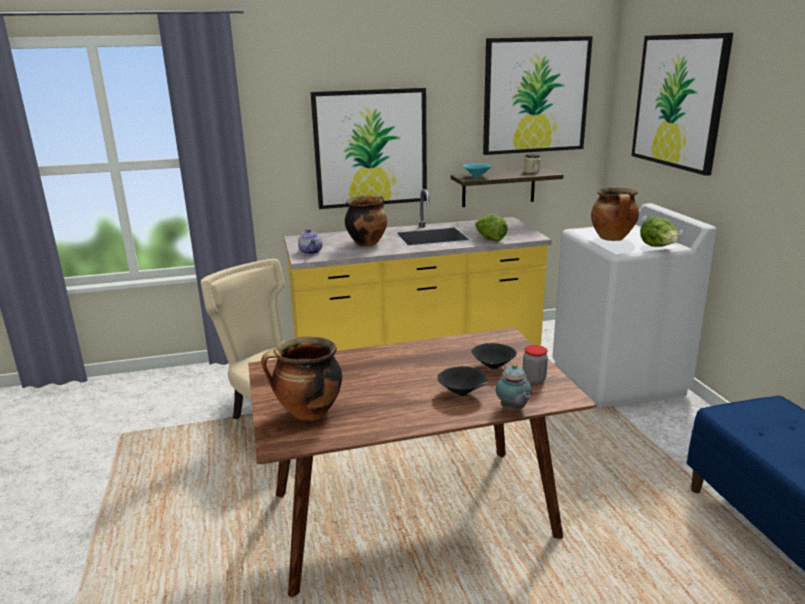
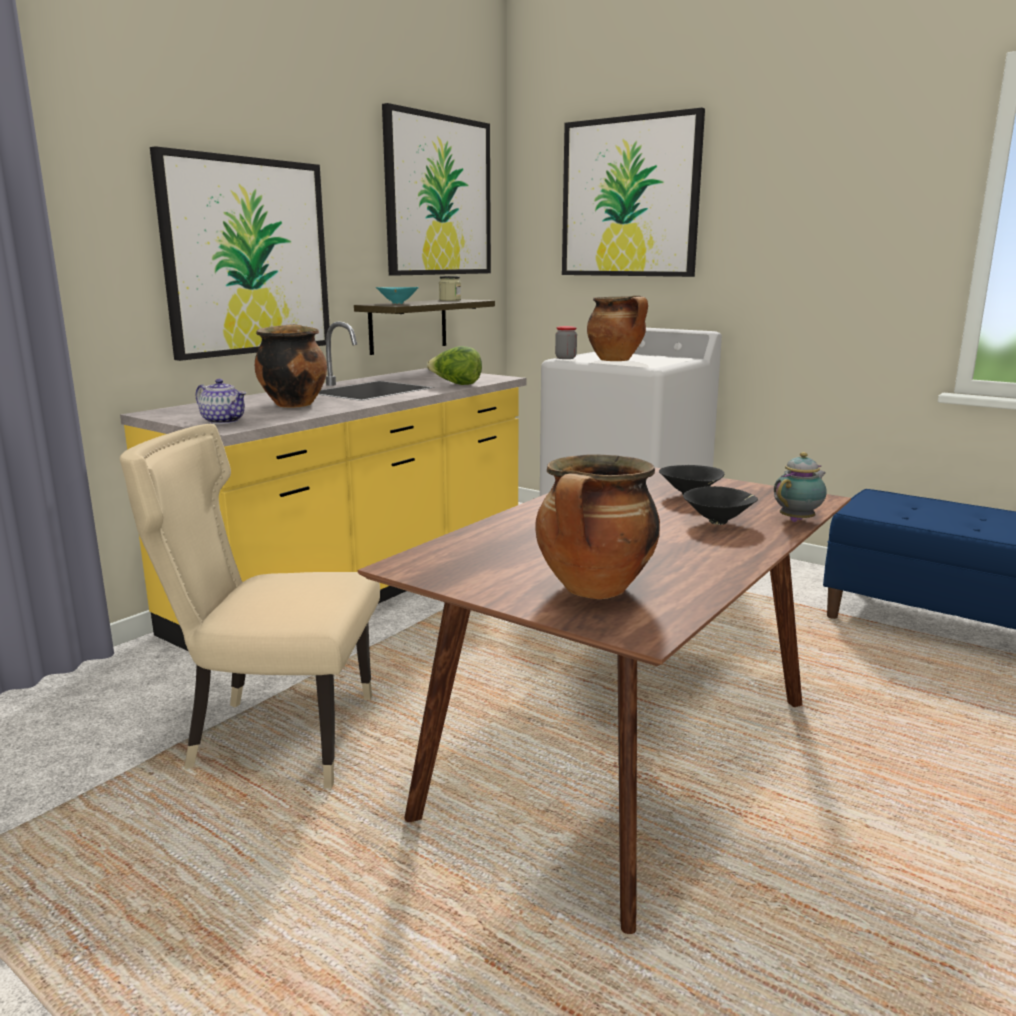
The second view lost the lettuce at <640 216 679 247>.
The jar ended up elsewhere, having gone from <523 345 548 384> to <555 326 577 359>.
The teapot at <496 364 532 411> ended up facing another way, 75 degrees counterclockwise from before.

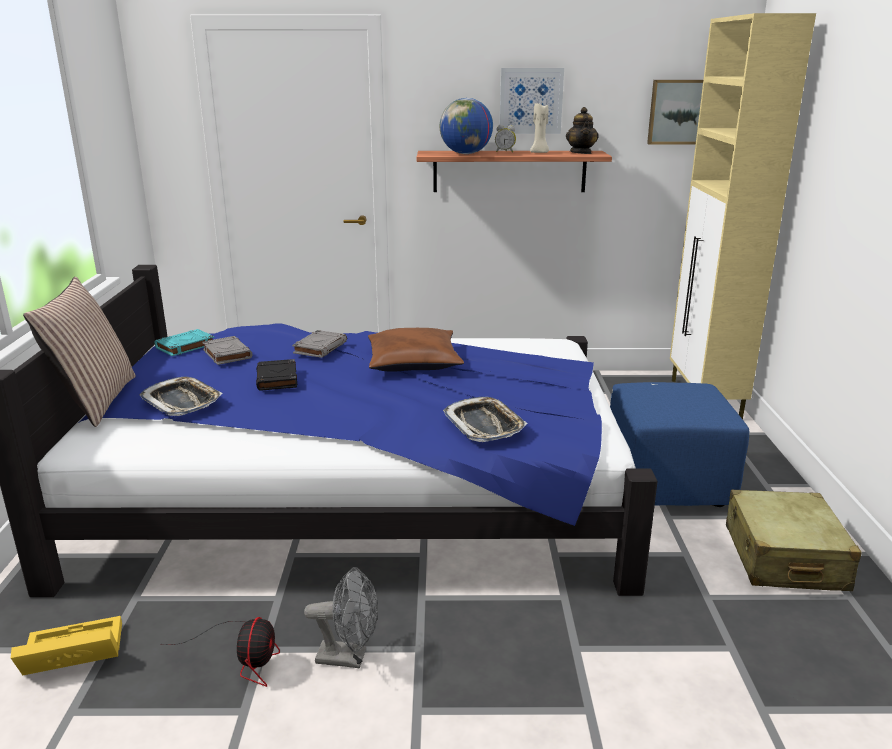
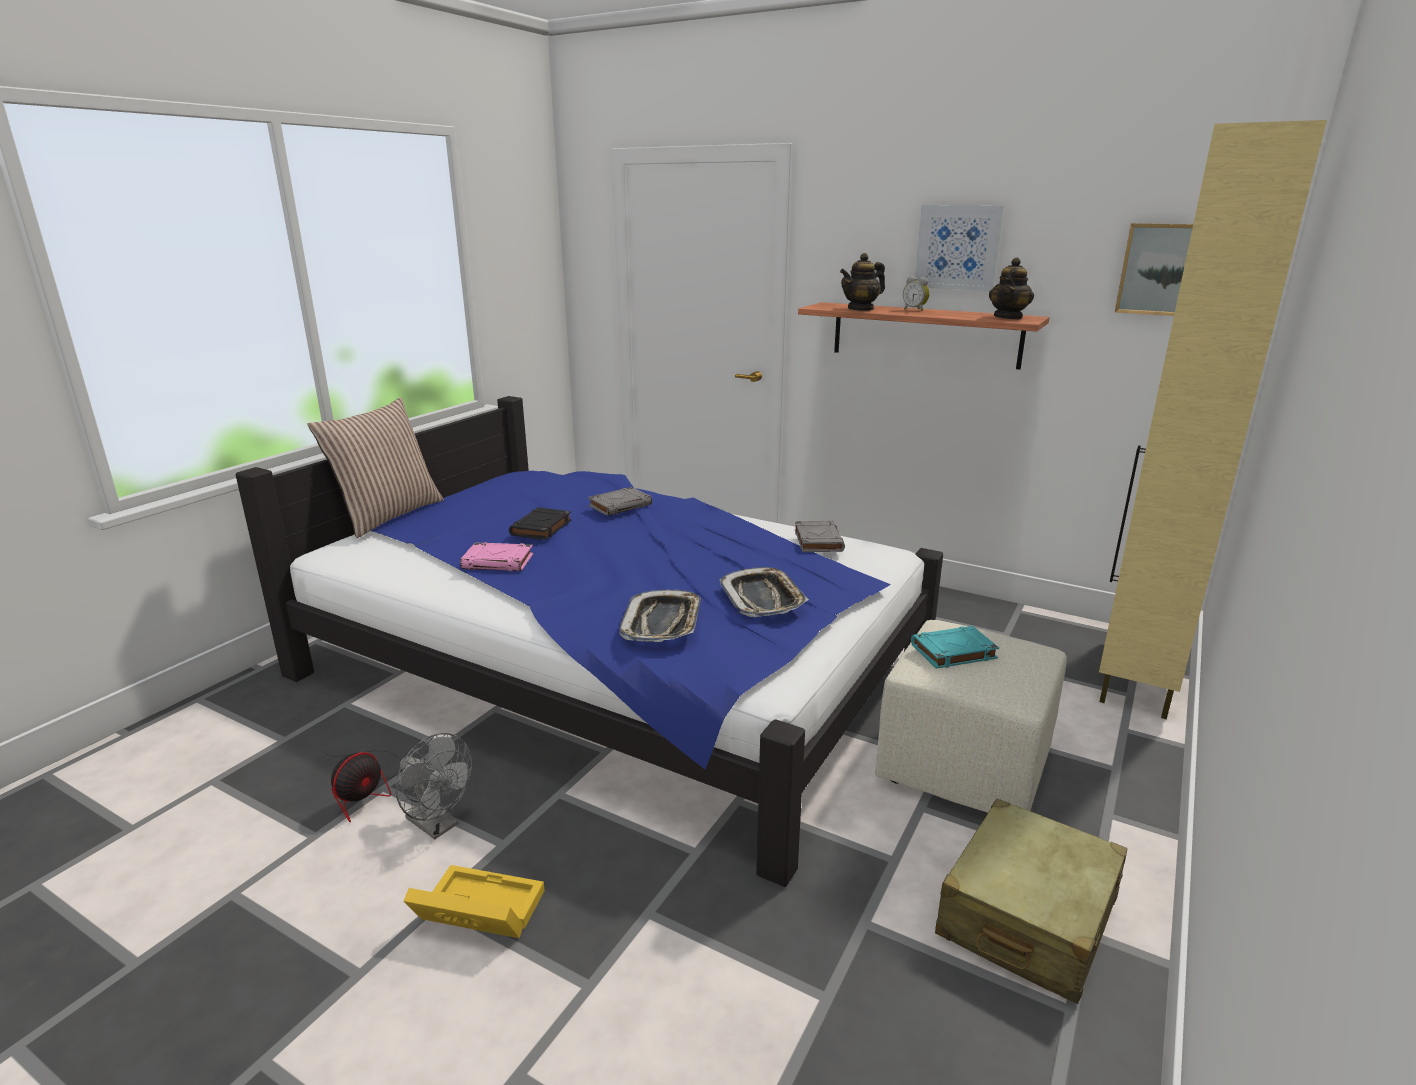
Where the globe stood at <440 98 493 154>, the teapot came to stand at <840 253 885 311>.
The second view lost the beige_candle at <530 103 549 153>.
The second view lost the brown_pillow at <368 328 464 372>.
The turquoise_book ended up elsewhere, having gone from <155 329 214 356> to <911 626 999 669>.
The grey_book ended up elsewhere, having gone from <202 336 252 365> to <795 521 845 552>.
The tray ended up elsewhere, having gone from <140 377 222 416> to <720 567 809 617>.
What was the blue_ottoman at <610 382 749 507> turned into the beige_ottoman at <875 620 1067 813>.
The yellow_storage_box ended up elsewhere, having gone from <11 616 122 675> to <404 865 545 938>.
The second view gained the pink_book at <460 542 533 571>.

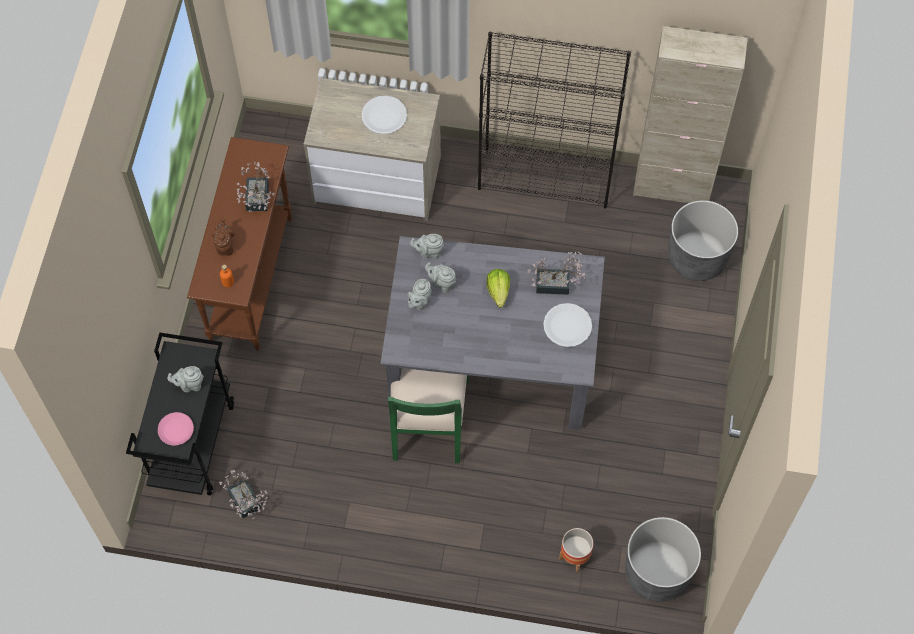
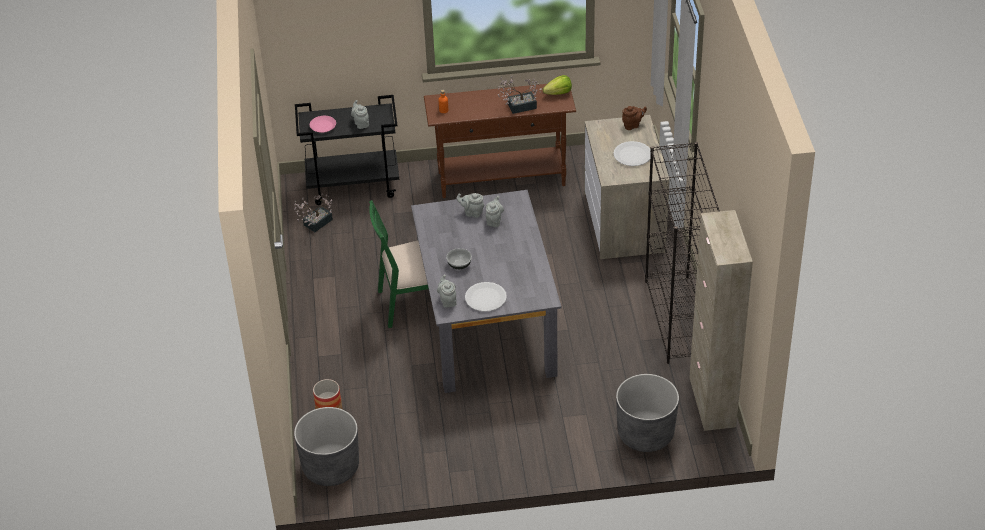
The brown_teapot ended up elsewhere, having gone from <212 219 234 256> to <622 106 647 130>.
The grey_teapot ended up elsewhere, having gone from <410 234 444 259> to <437 275 457 308>.
The second view lost the potted_plant at <528 251 585 295>.
The lettuce ended up elsewhere, having gone from <486 269 510 308> to <543 75 572 95>.
The second view gained the bowl at <446 248 472 269>.

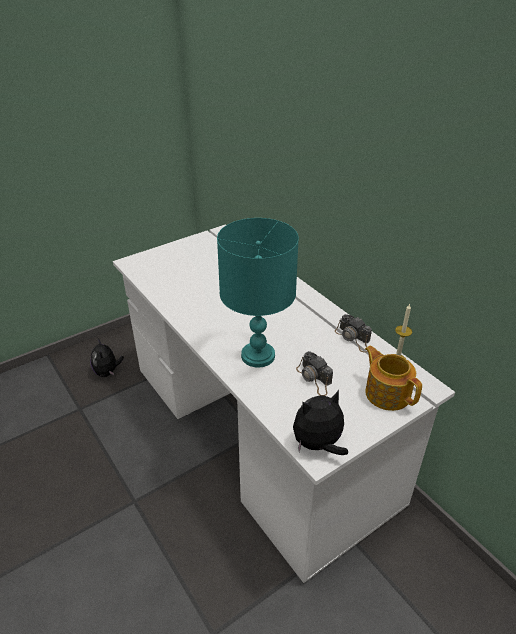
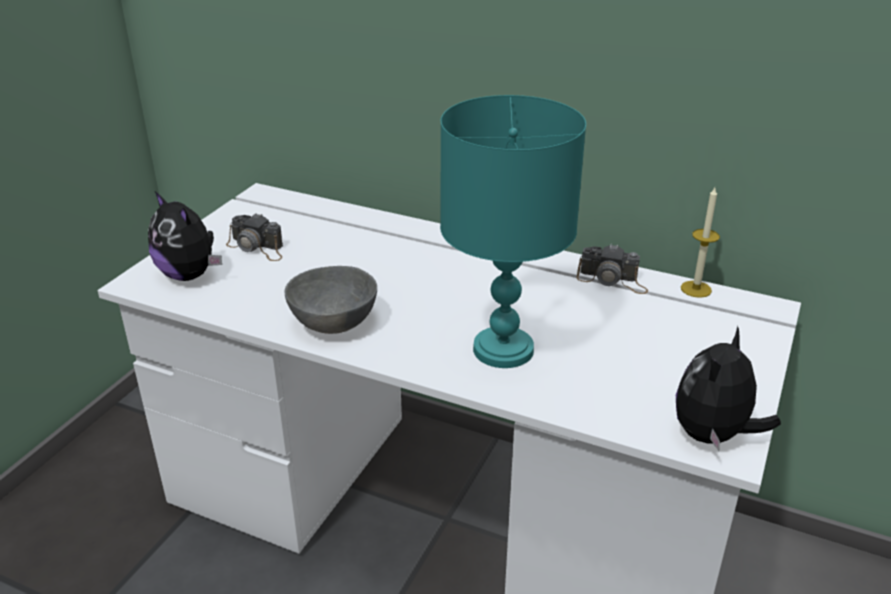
The plush_toy ended up elsewhere, having gone from <90 339 124 377> to <148 191 222 281>.
The second view lost the teapot at <365 346 422 411>.
The photo_camera ended up elsewhere, having gone from <296 351 333 396> to <226 213 283 261>.
The second view gained the grey_bowl at <285 266 377 334>.

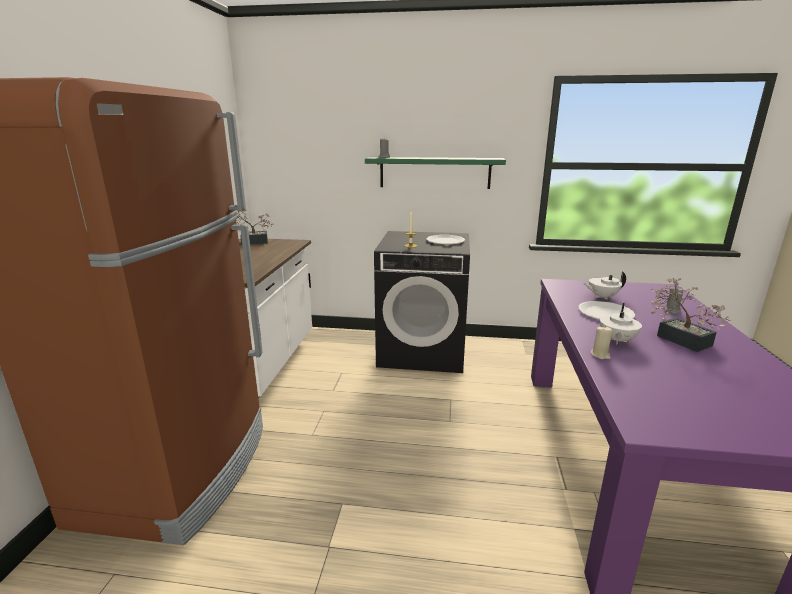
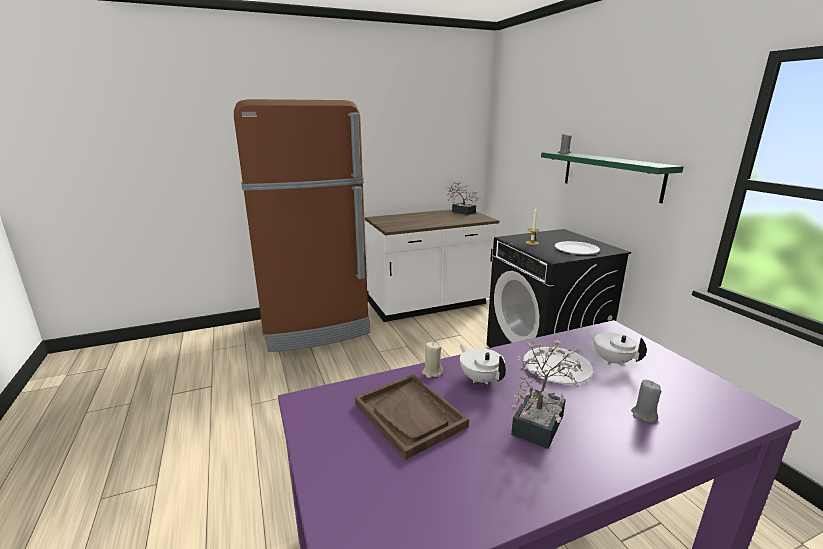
The white_teapot at <600 303 642 344> ended up facing another way, 60 degrees clockwise from before.
The second view gained the brown_tray at <355 374 469 460>.

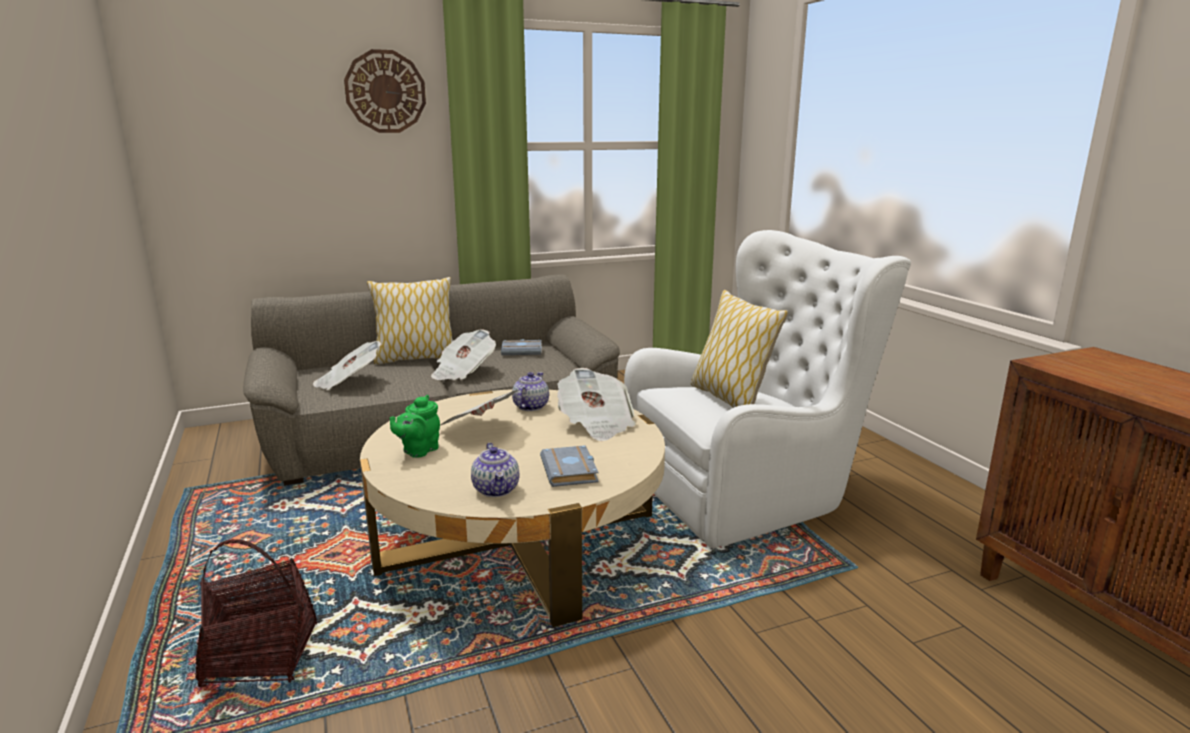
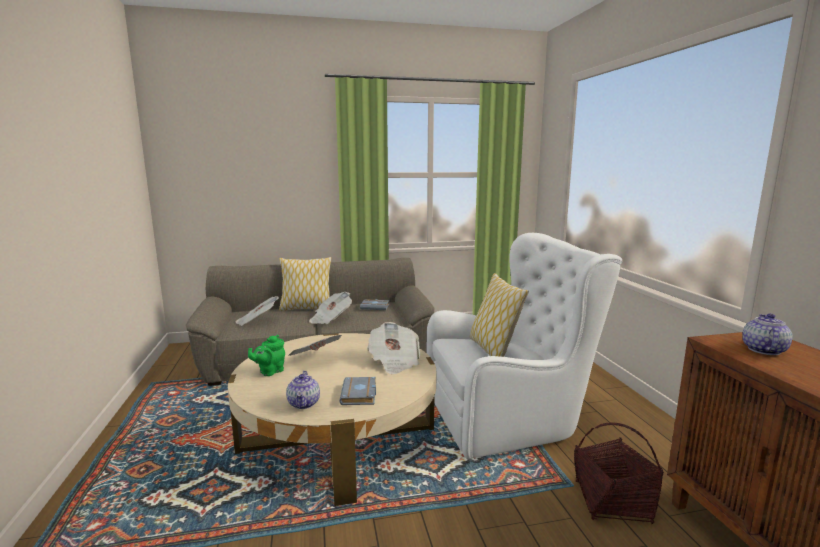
The second view lost the wall_clock at <344 49 426 133>.
The teapot ended up elsewhere, having gone from <512 372 549 411> to <742 313 793 355>.
The basket ended up elsewhere, having gone from <195 539 317 687> to <574 422 664 524>.

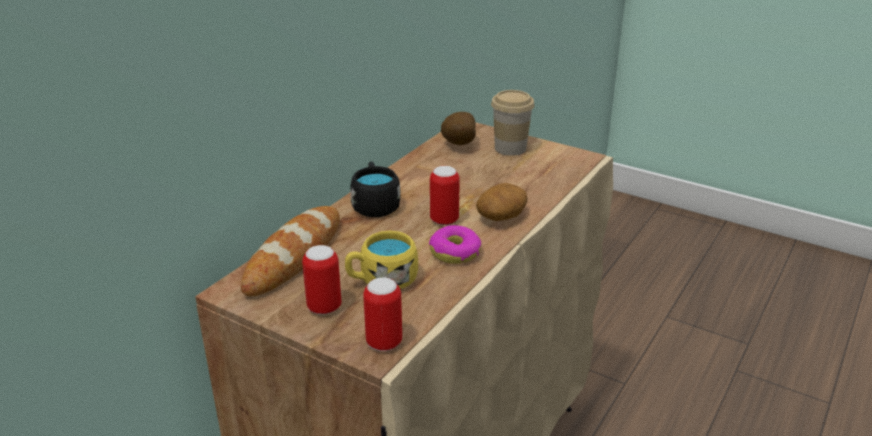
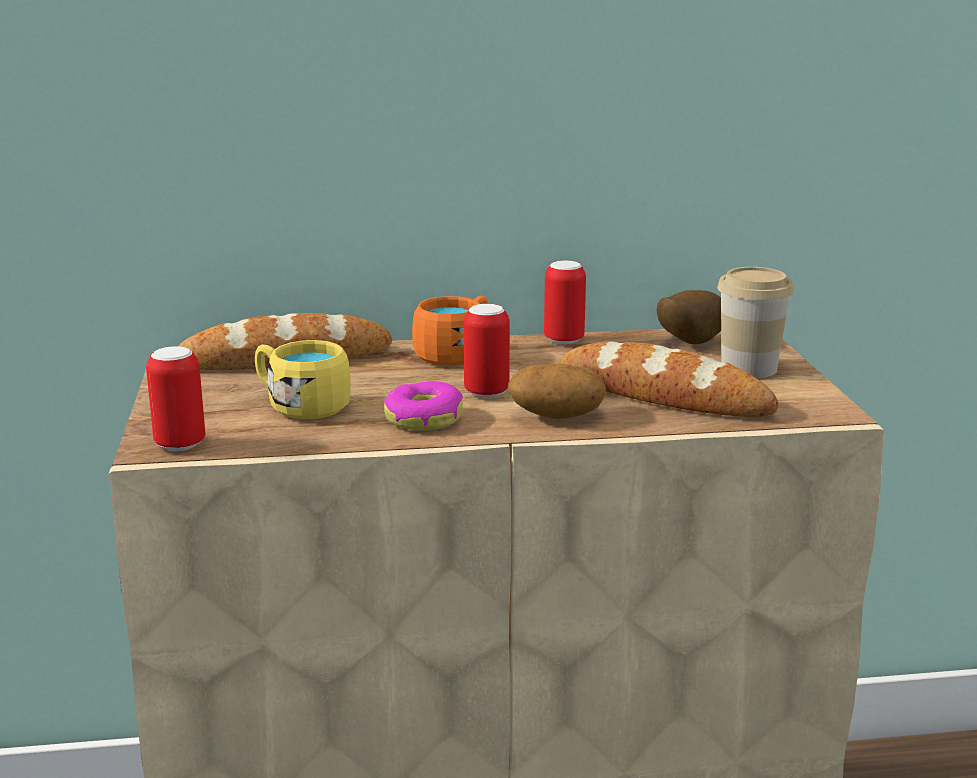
What was the black_mug at <350 162 401 217> turned into the orange_mug at <412 295 488 366>.
The can ended up elsewhere, having gone from <302 245 342 315> to <544 261 586 344>.
The second view gained the bread at <560 341 778 417>.

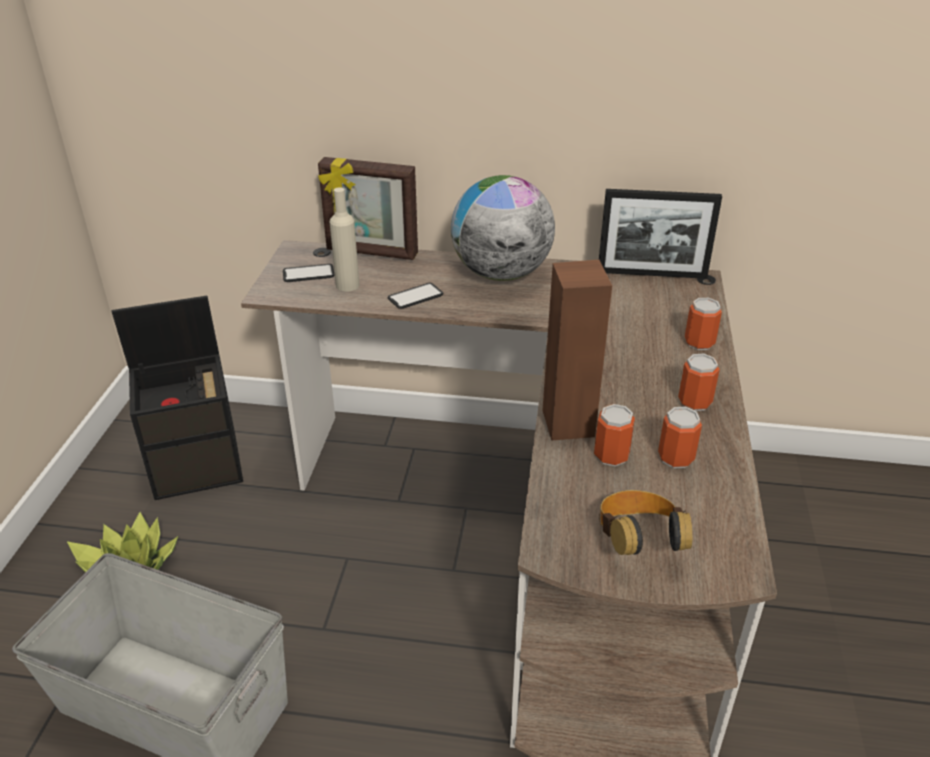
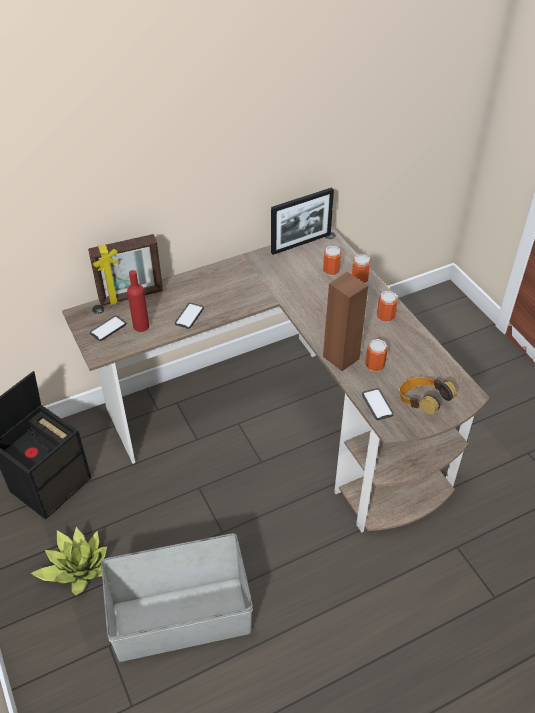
The second view lost the globe at <451 175 555 281>.
What was the beige_bottle at <330 188 359 292> turned into the red_bottle at <127 270 149 332>.
The can ended up elsewhere, having gone from <658 407 702 468> to <323 246 341 276>.
The second view gained the phone at <362 388 394 420>.

